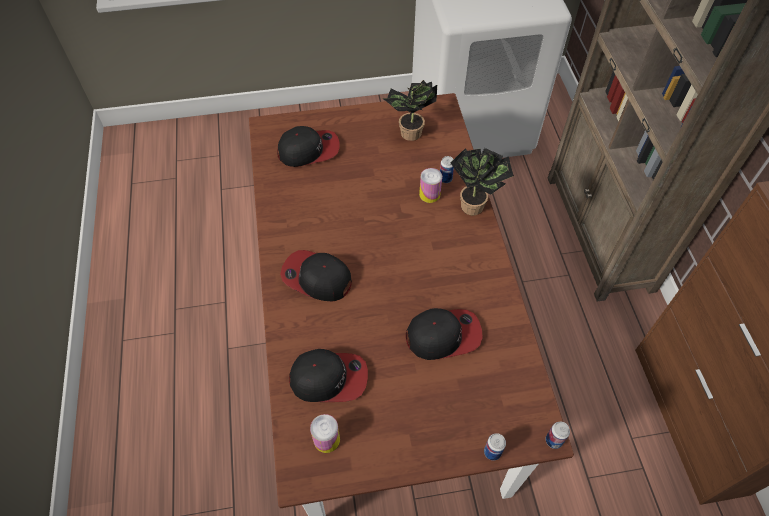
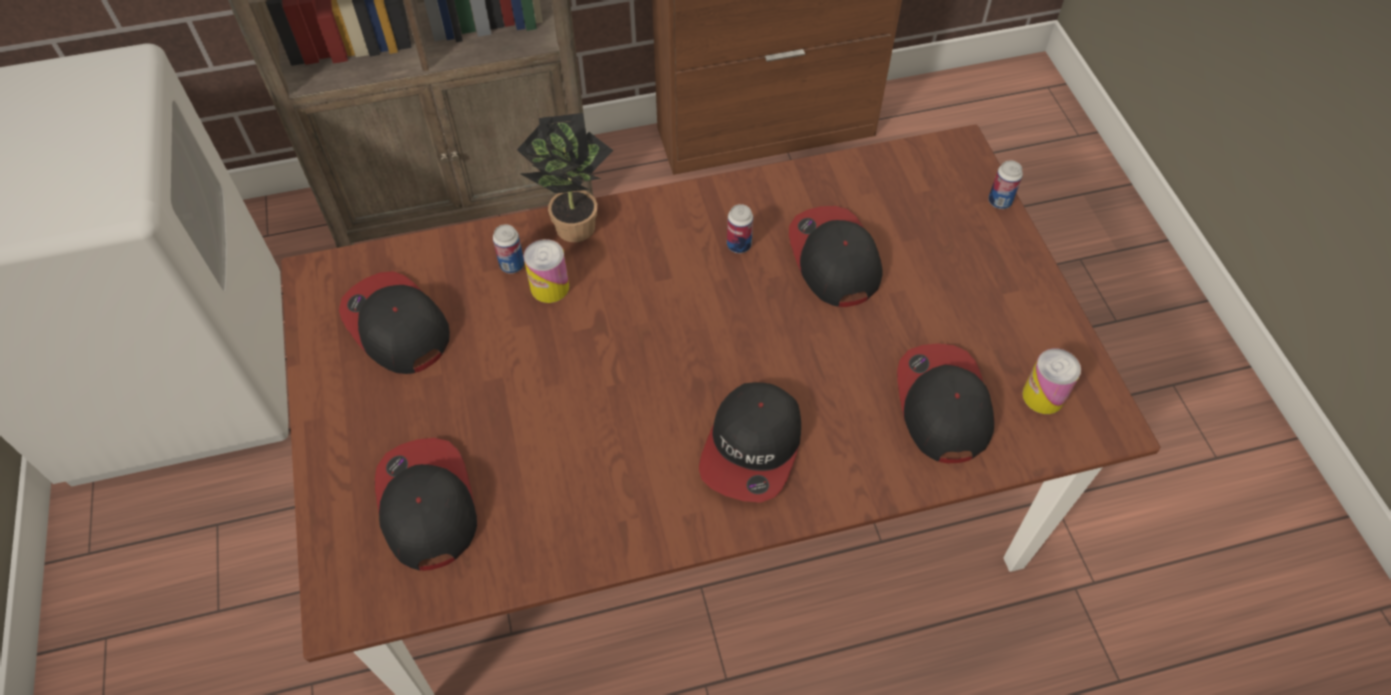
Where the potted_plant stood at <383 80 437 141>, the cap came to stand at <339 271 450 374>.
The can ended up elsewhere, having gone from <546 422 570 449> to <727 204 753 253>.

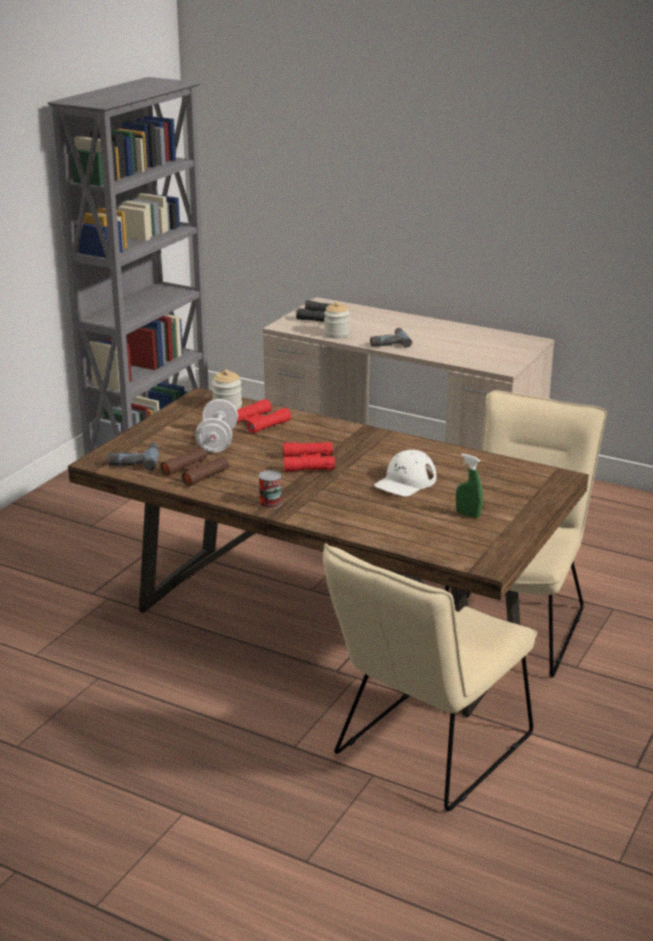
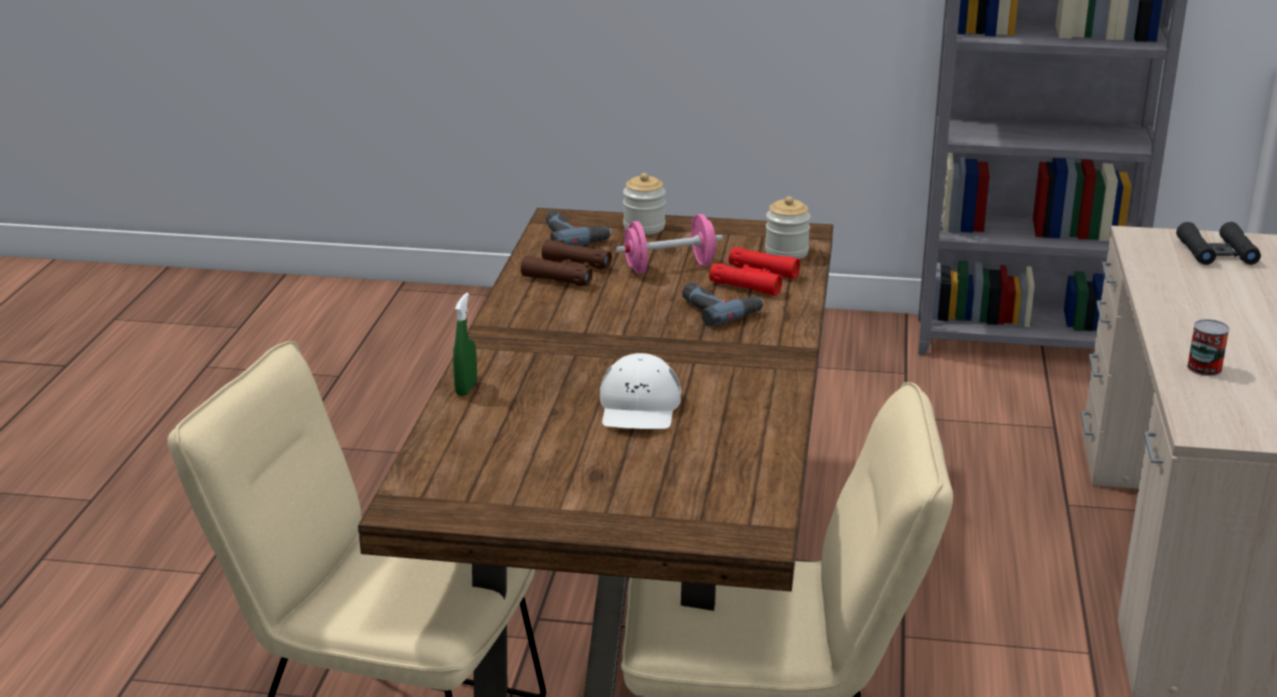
The jar ended up elsewhere, having gone from <324 302 350 339> to <623 173 666 235>.
The power_drill ended up elsewhere, having gone from <370 328 412 347> to <682 282 764 326>.
What was the white_dumbbell at <195 399 238 453> turned into the pink_dumbbell at <616 214 723 274>.
The second view lost the red_binoculars at <283 442 335 472>.
The white_cap at <374 450 436 496> ended up facing another way, 105 degrees counterclockwise from before.
The green_spray_bottle ended up elsewhere, having gone from <456 454 483 518> to <453 293 477 396>.
The can ended up elsewhere, having gone from <259 470 282 509> to <1187 319 1230 376>.

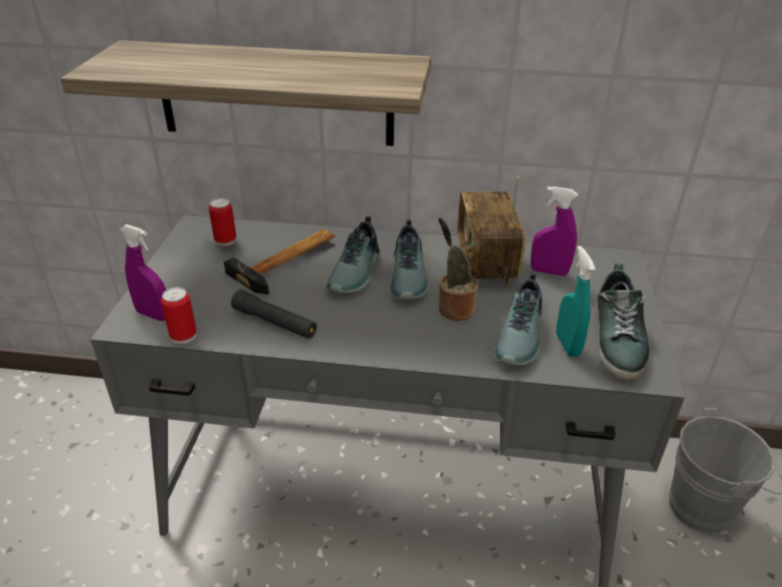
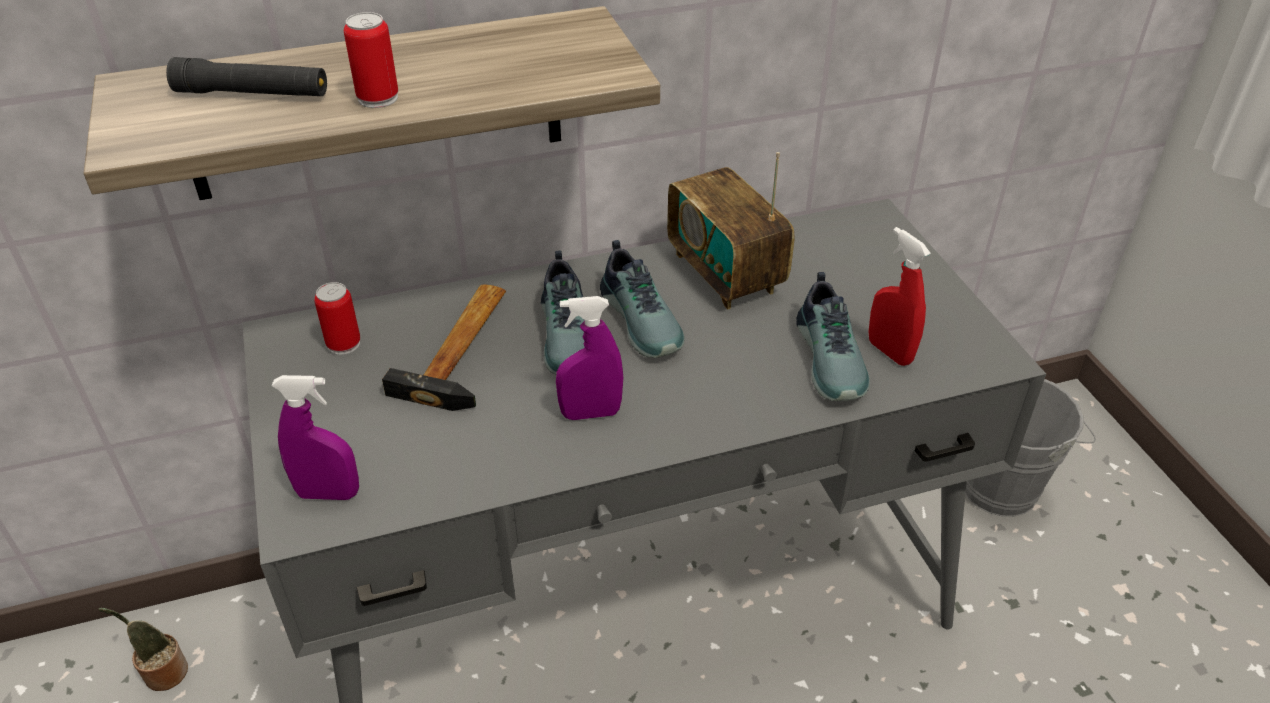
The purple_spray_bottle ended up elsewhere, having gone from <531 186 578 276> to <556 296 623 420>.
The potted_plant ended up elsewhere, having gone from <438 218 478 321> to <99 608 188 691>.
What was the turquoise_spray_bottle at <556 246 596 357> turned into the red_spray_bottle at <869 227 931 366>.
The second view lost the shoe at <595 263 649 380>.
The can ended up elsewhere, having gone from <161 287 197 344> to <344 12 398 108>.
The black_flashlight ended up elsewhere, having gone from <231 290 317 339> to <166 57 327 96>.

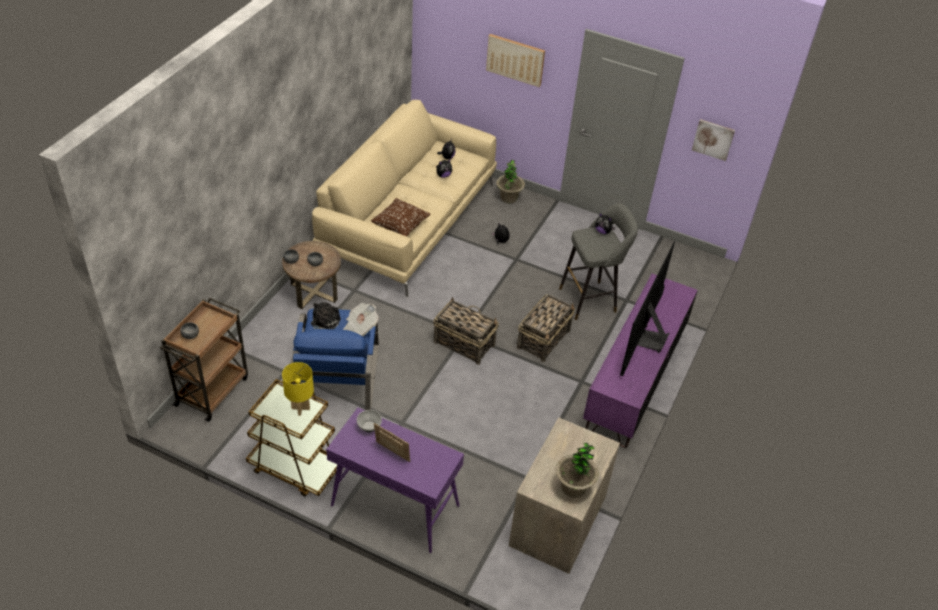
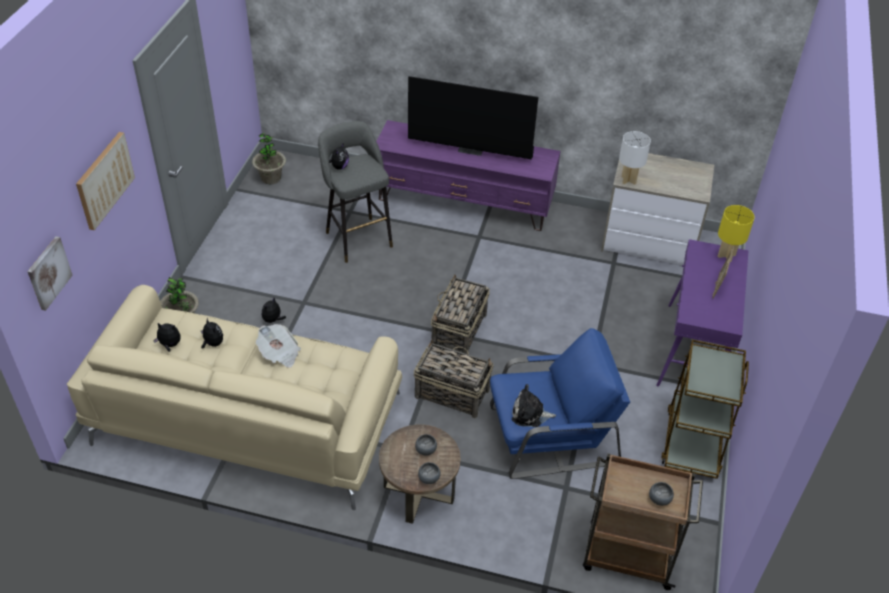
The picture ended up elsewhere, having gone from <692 119 735 161> to <27 236 73 311>.
The second view lost the brown_pillow at <371 198 430 237>.
The basket ended up elsewhere, having gone from <517 294 575 362> to <414 340 494 418>.
The newspaper ended up elsewhere, having gone from <343 303 378 336> to <256 324 301 368>.
The yellow_table_lamp ended up elsewhere, having gone from <282 362 314 416> to <718 205 755 262>.
The second view lost the bowl at <357 410 382 432>.
The potted_plant ended up elsewhere, having gone from <556 443 599 498> to <252 133 286 184>.
The second view gained the white_table_lamp at <619 131 651 185>.

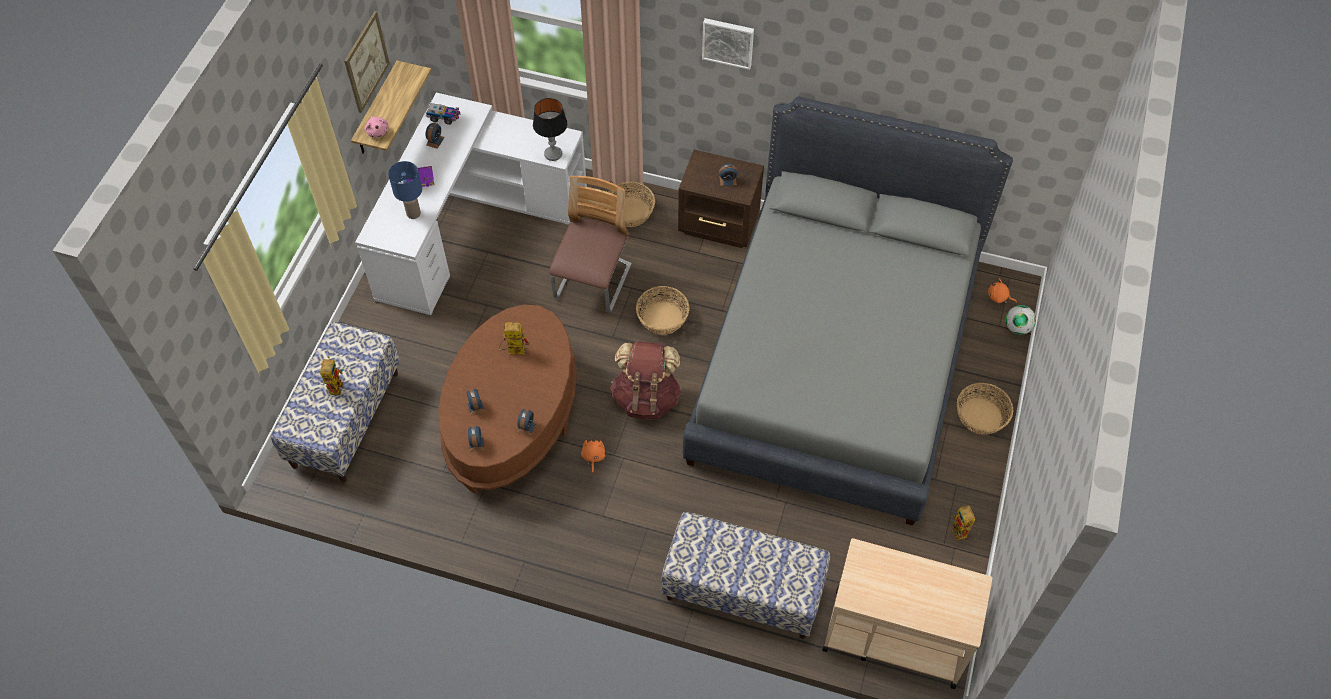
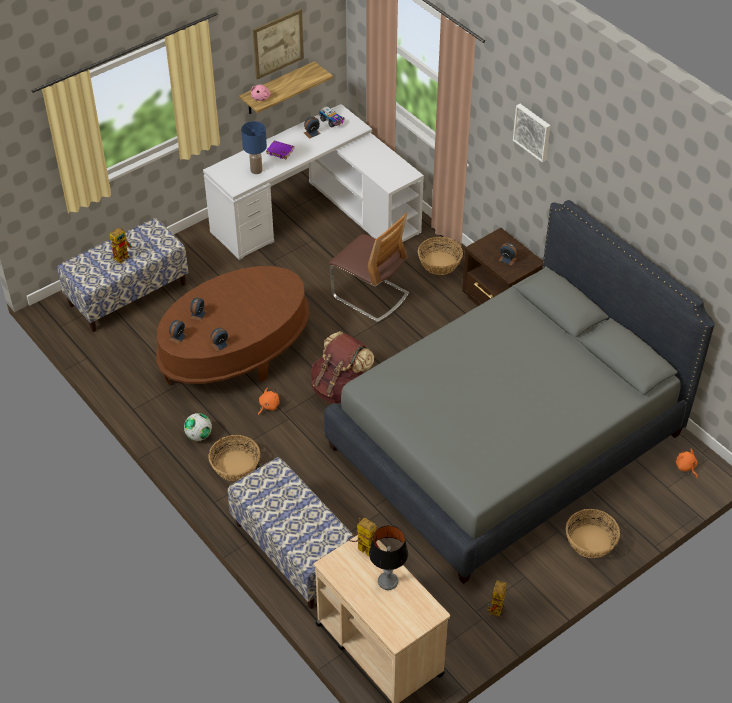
The table_lamp ended up elsewhere, having gone from <533 98 567 161> to <369 525 408 590>.
The chair at <549 176 632 313> ended up facing another way, 75 degrees clockwise from before.
The basket ended up elsewhere, having gone from <636 286 689 335> to <208 435 260 481>.
The football ended up elsewhere, having gone from <1006 305 1036 335> to <184 413 212 441>.
The toy_robot ended up elsewhere, having gone from <498 323 530 355> to <348 518 380 556>.

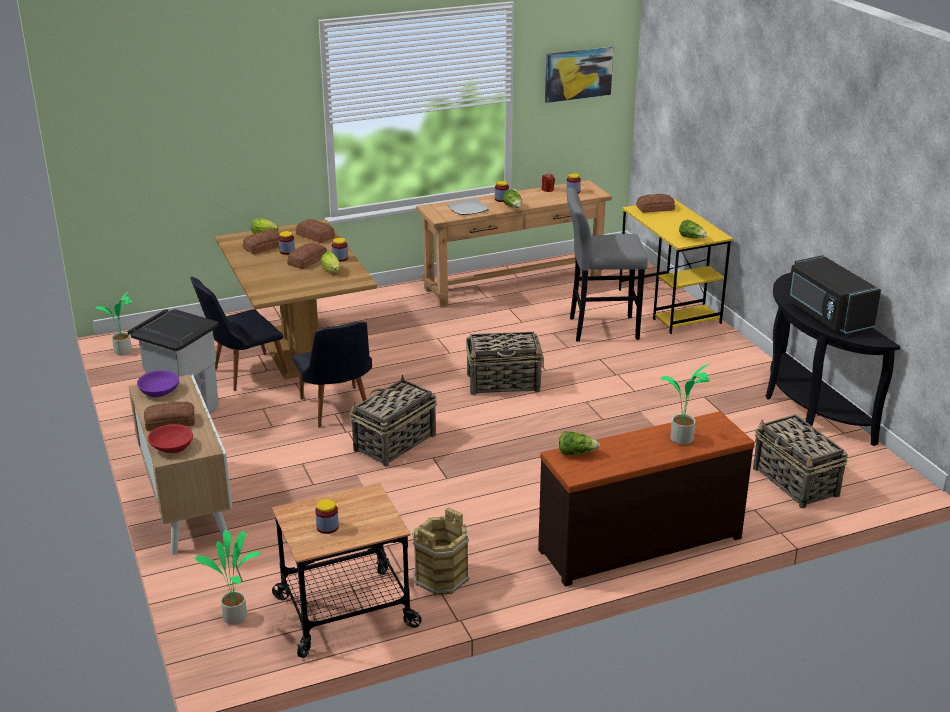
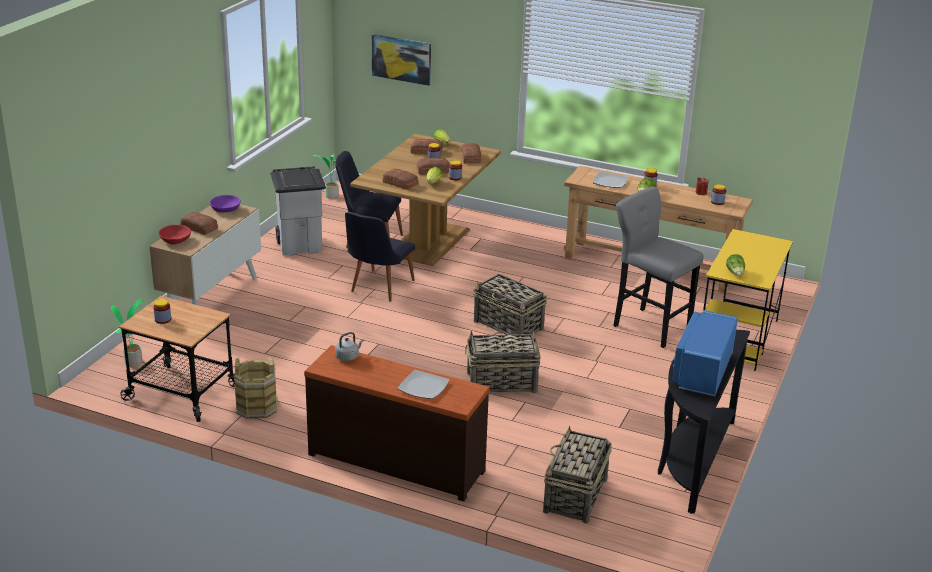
The picture ended up elsewhere, having gone from <545 47 613 103> to <372 34 431 86>.
The bread ended up elsewhere, having gone from <636 194 675 213> to <383 169 418 190>.
What was the black_microwave at <787 255 881 334> turned into the blue_microwave at <672 310 738 396>.
Where the potted_plant stood at <661 364 710 445>, the plate came to stand at <397 370 449 399>.
The basket ended up elsewhere, having gone from <350 374 437 466> to <465 330 541 393>.
Where the lettuce stood at <559 431 600 455>, the grey_kettle came to stand at <335 332 364 361>.

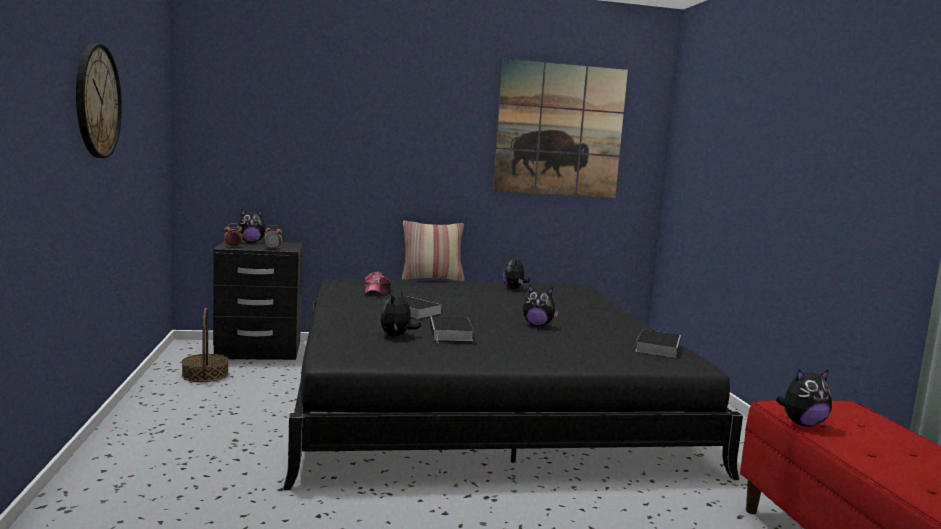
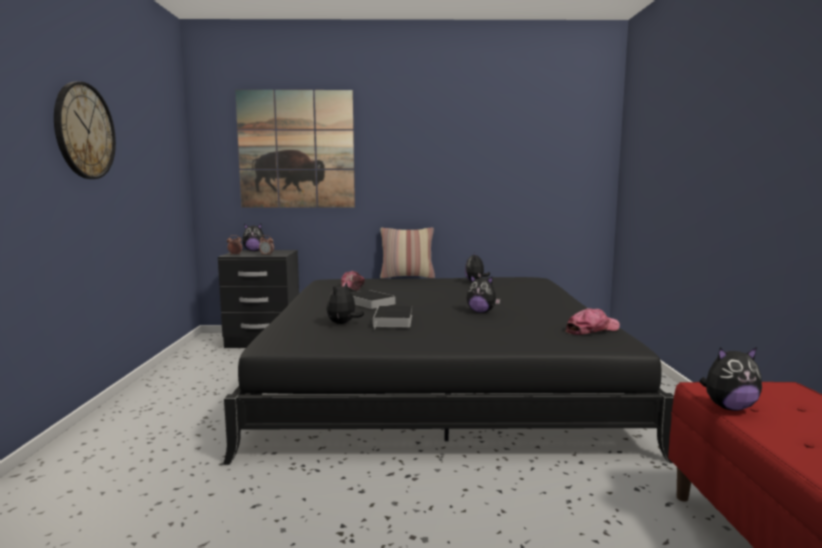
The picture ended up elsewhere, having gone from <493 59 628 198> to <235 90 355 208>.
The second view lost the basket at <182 308 229 382>.
Where the book stood at <636 330 681 358>, the cap came to stand at <566 308 620 335>.

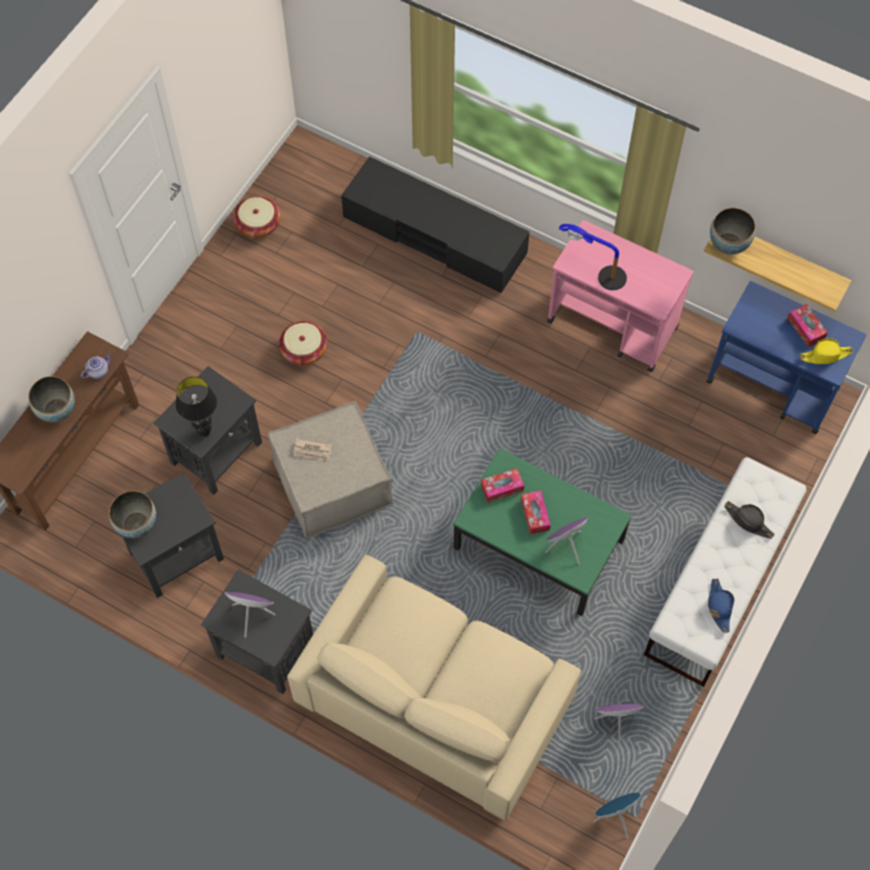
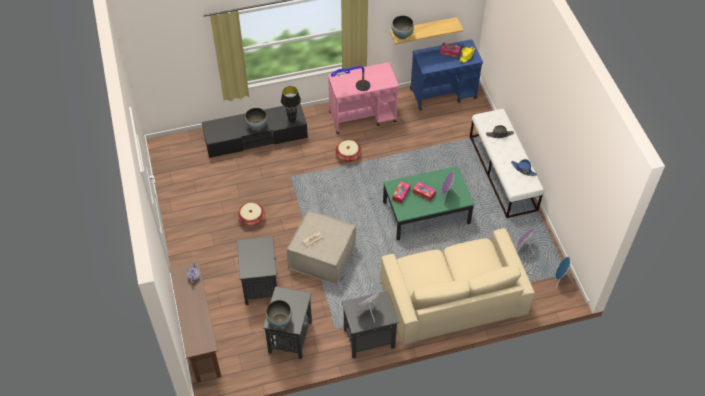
The basket ended up elsewhere, having gone from <234 196 280 238> to <335 140 361 162>.
The bowl ended up elsewhere, having gone from <28 376 75 423> to <245 108 267 131>.
The black_table_lamp ended up elsewhere, having gone from <175 377 217 437> to <281 86 301 123>.

